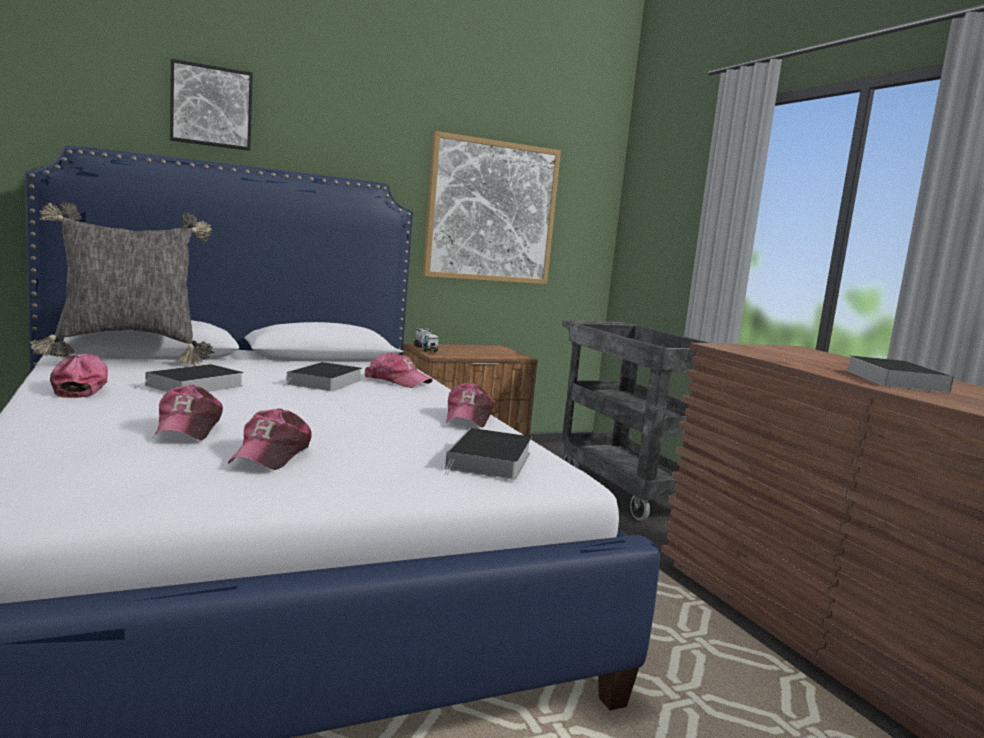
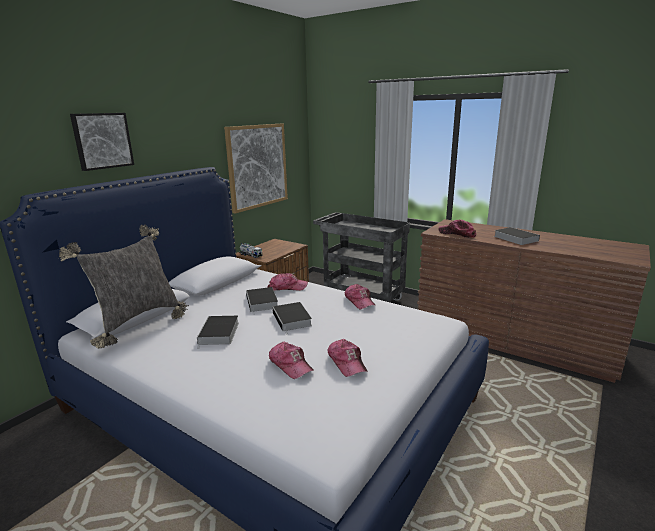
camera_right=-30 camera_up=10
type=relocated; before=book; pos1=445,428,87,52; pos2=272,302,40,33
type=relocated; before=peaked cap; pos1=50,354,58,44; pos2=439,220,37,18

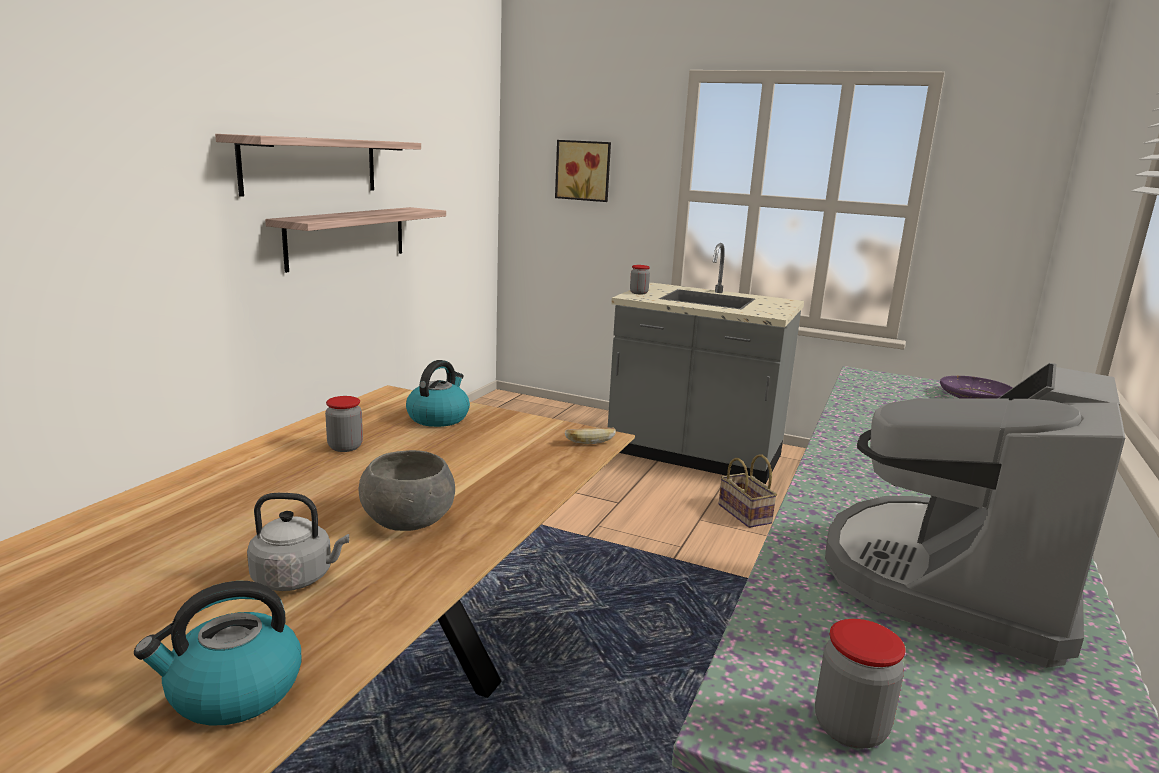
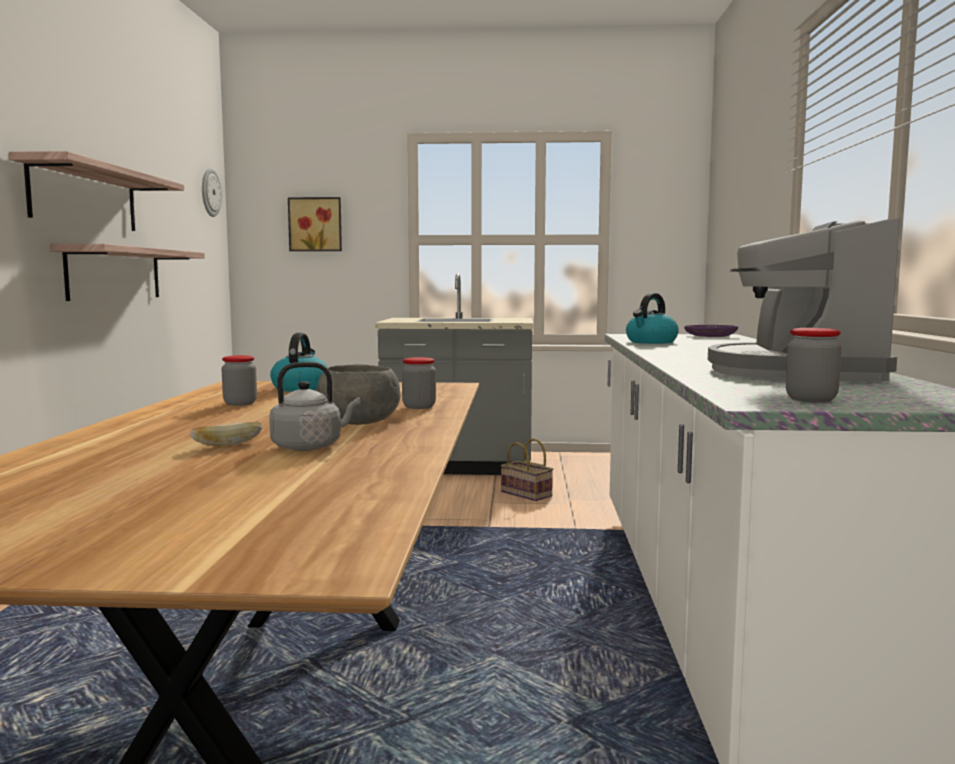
camera_right=-20 camera_up=-10
type=relocated; before=baked bread; pos1=565,427,51,17; pos2=190,421,72,25
type=appeared; after=hanging clock; pos2=202,168,20,49
type=relocated; before=preserve jar; pos1=630,265,20,30; pos2=402,357,34,52
type=relocated; before=tea kettle; pos1=134,581,168,145; pos2=626,293,53,51

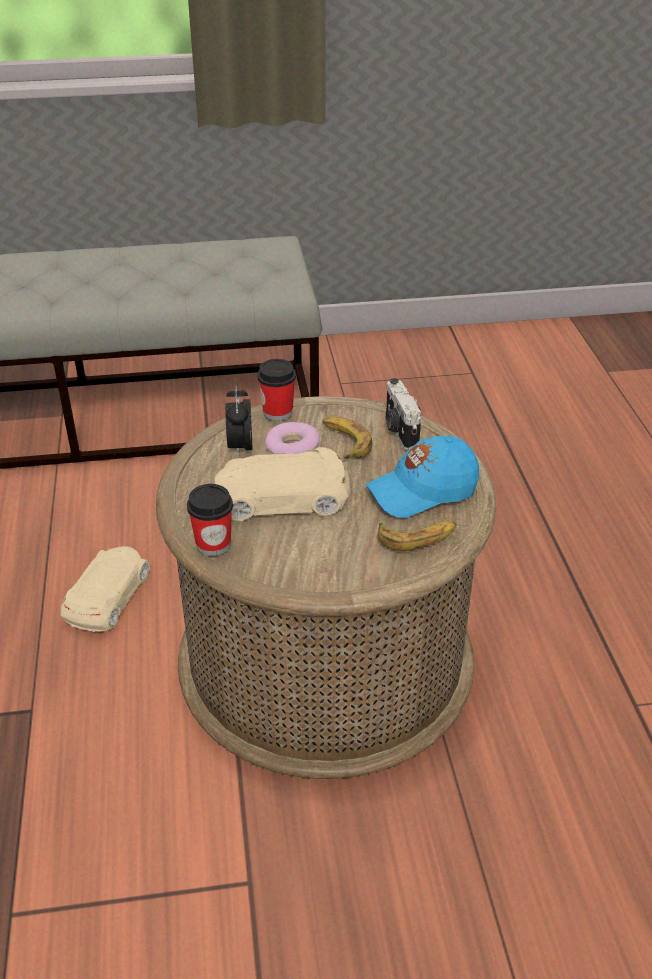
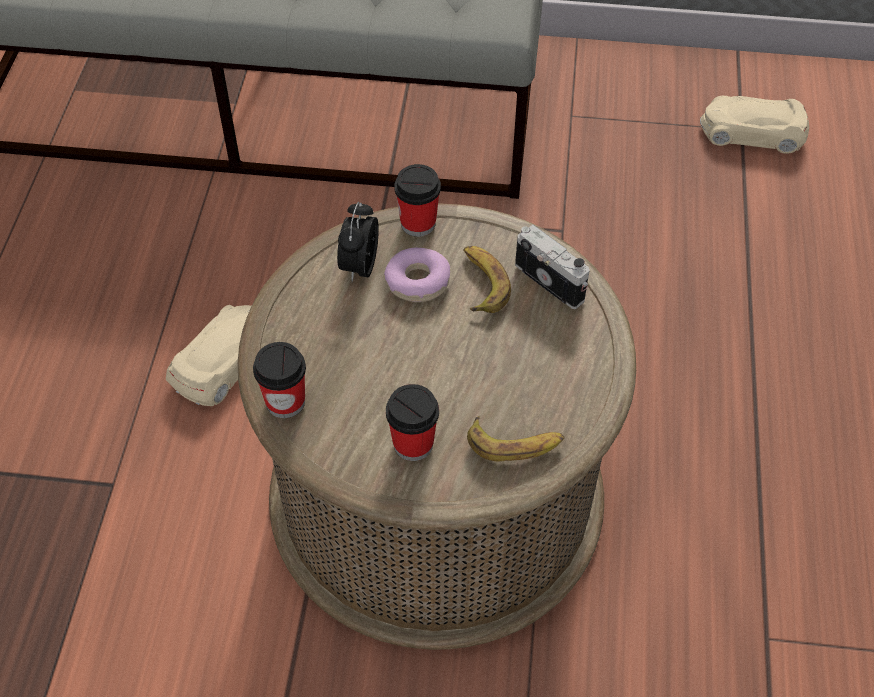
camera_right=15 camera_up=15
type=appeared; after=cup; pos2=386,384,53,77
type=spun; before=photo camera; pos1=385,378,36,73; pos2=515,225,75,84; turn=135
type=relocated; before=sand-coloured toy car; pos1=215,447,135,74; pos2=700,96,109,58
type=missing; before=bluish peaked cap; pos1=365,436,114,82

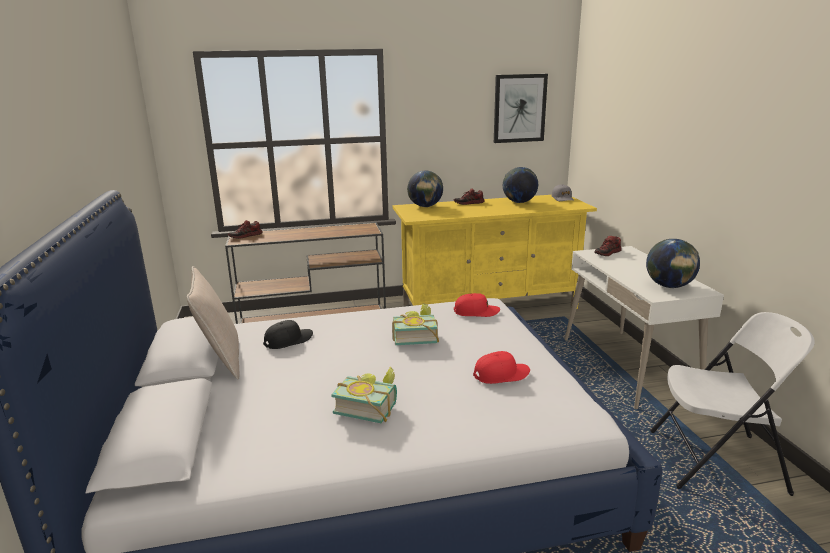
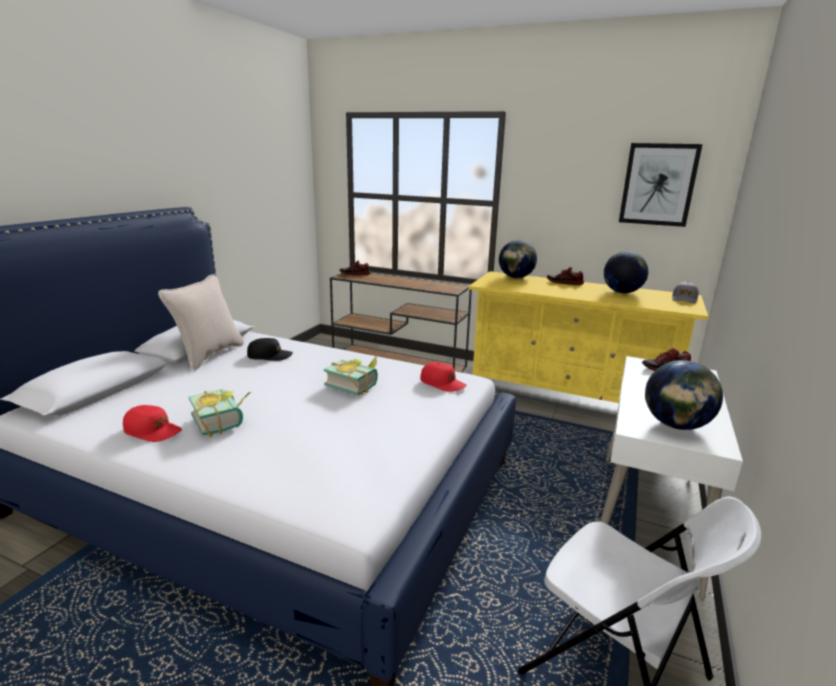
camera_right=35 camera_up=0
type=relocated; before=red peaked cap; pos1=473,351,57,33; pos2=123,405,59,37

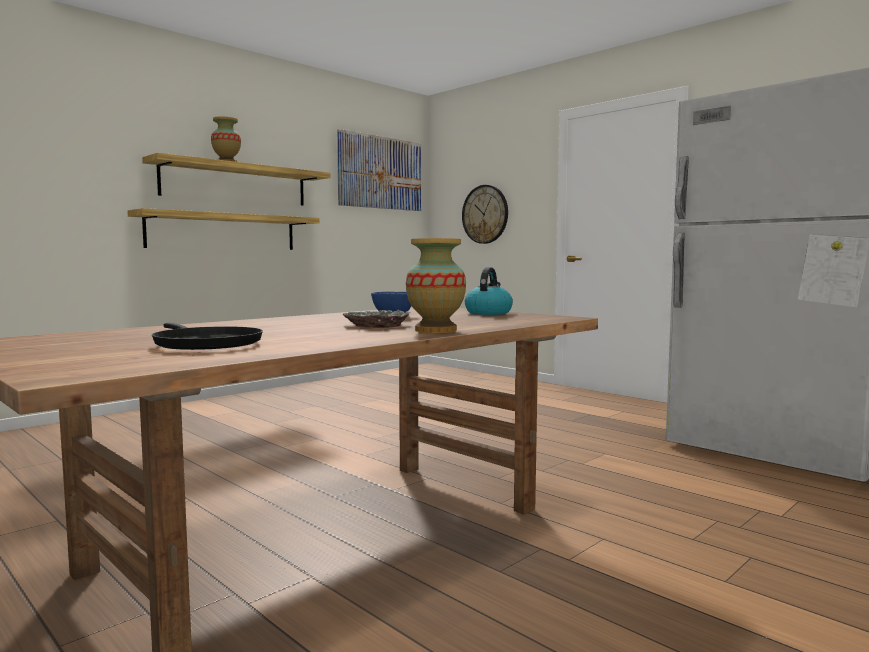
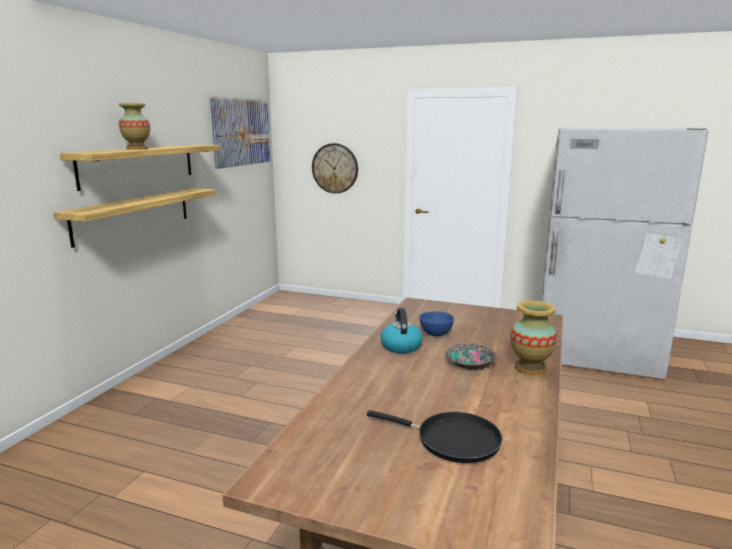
camera_right=-25 camera_up=10
type=relocated; before=tea kettle; pos1=465,267,48,48; pos2=381,308,42,45

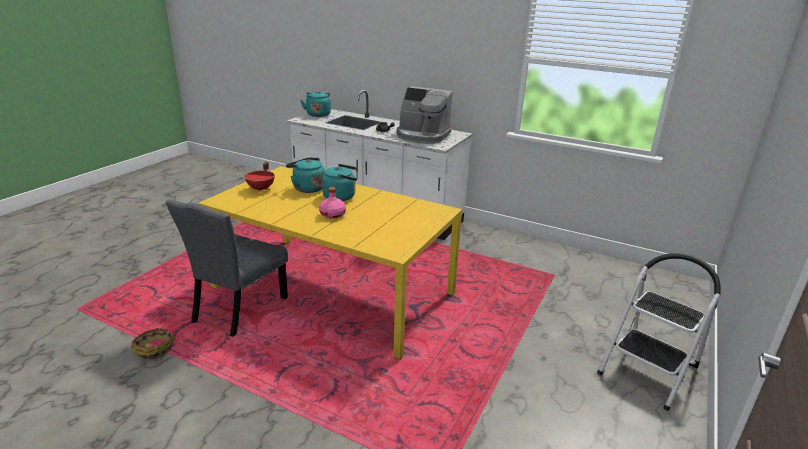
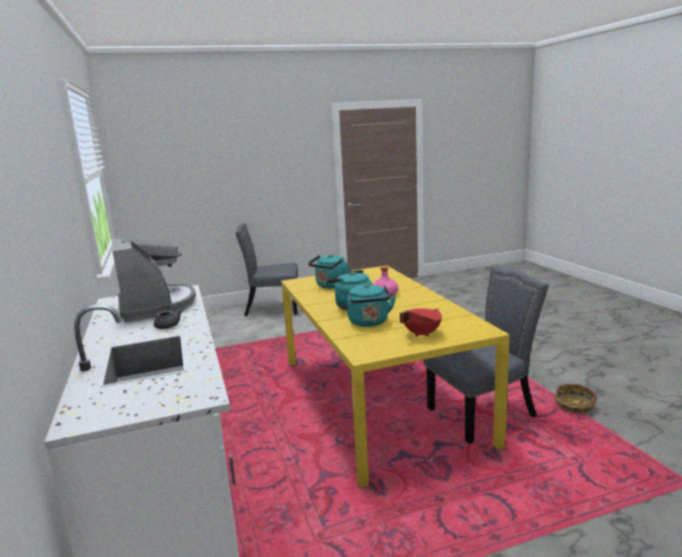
camera_right=-135 camera_up=-10
type=exchanged; before=step ladder; after=grey plain chair; pos1=597,253,124,158; pos2=236,223,62,93
type=relocated; before=blue-green tea kettle; pos1=301,91,30,26; pos2=308,254,43,35

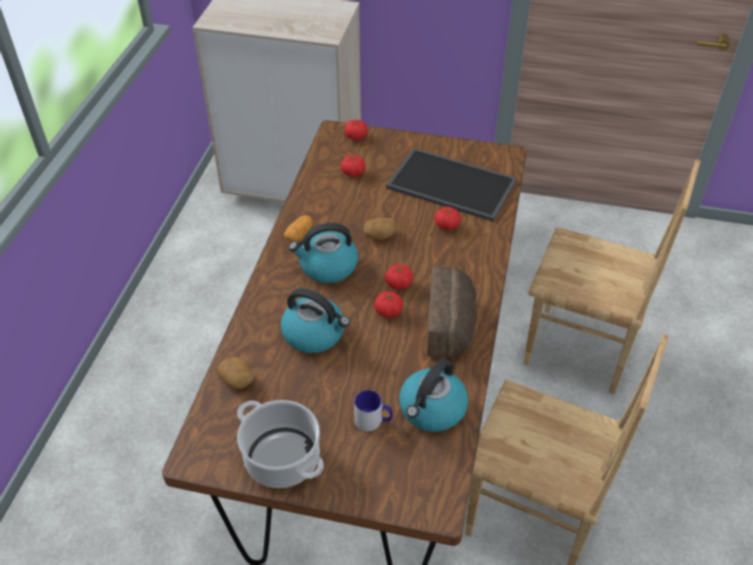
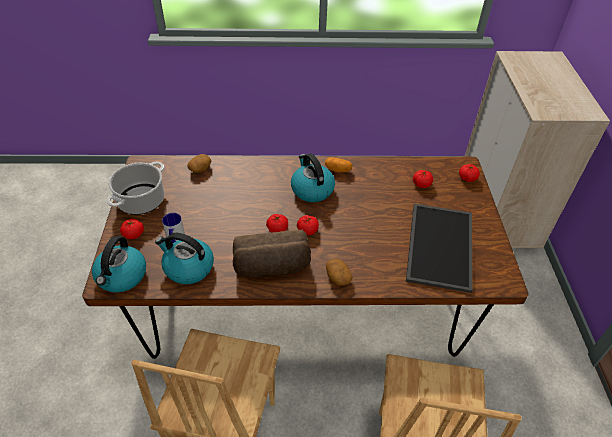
camera_right=75 camera_up=0
type=relocated; before=tea kettle; pos1=281,288,69,65; pos2=92,236,54,56
type=relocated; before=whole tomato; pos1=434,207,27,23; pos2=120,219,24,20
type=relocated; before=potato; pos1=363,218,34,22; pos2=326,259,27,26

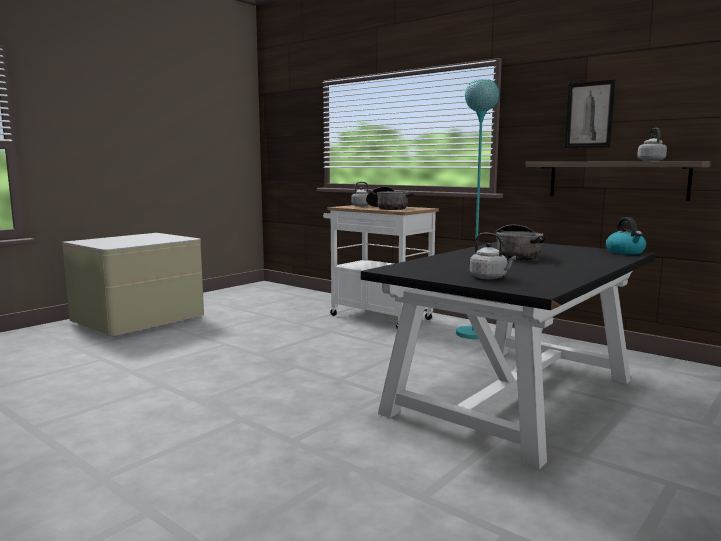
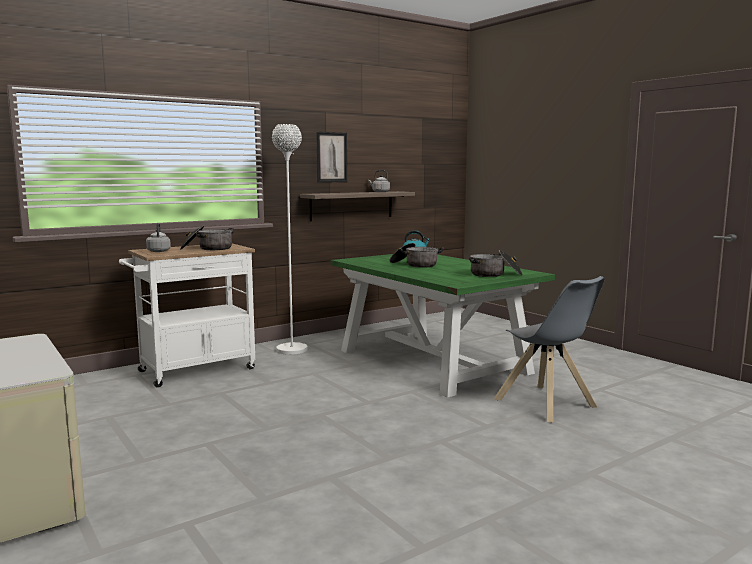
camera_right=-75 camera_up=0
type=colour; before=blue-green standing lamp; after=white-coloured standing lamp; pos1=456,79,43,260; pos2=272,124,36,231
type=colour; before=black dinner table; after=green dinner table; pos1=361,242,294,228; pos2=331,254,224,144
type=exchanged; before=grey tea kettle; after=saucepot; pos1=470,233,46,46; pos2=469,250,54,27
type=appeared; after=grey plain chair; pos2=494,276,111,146

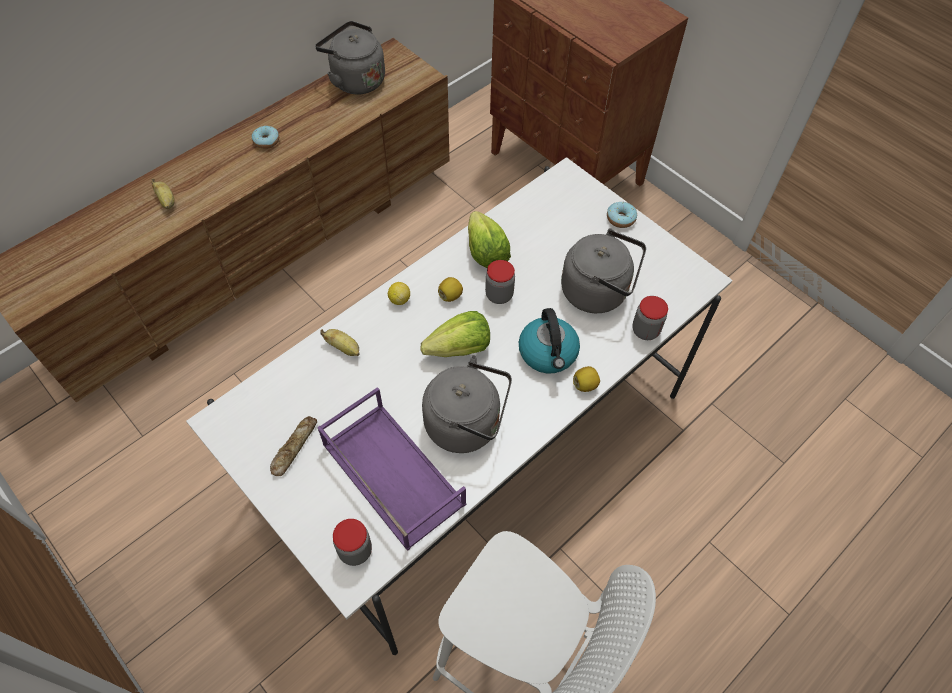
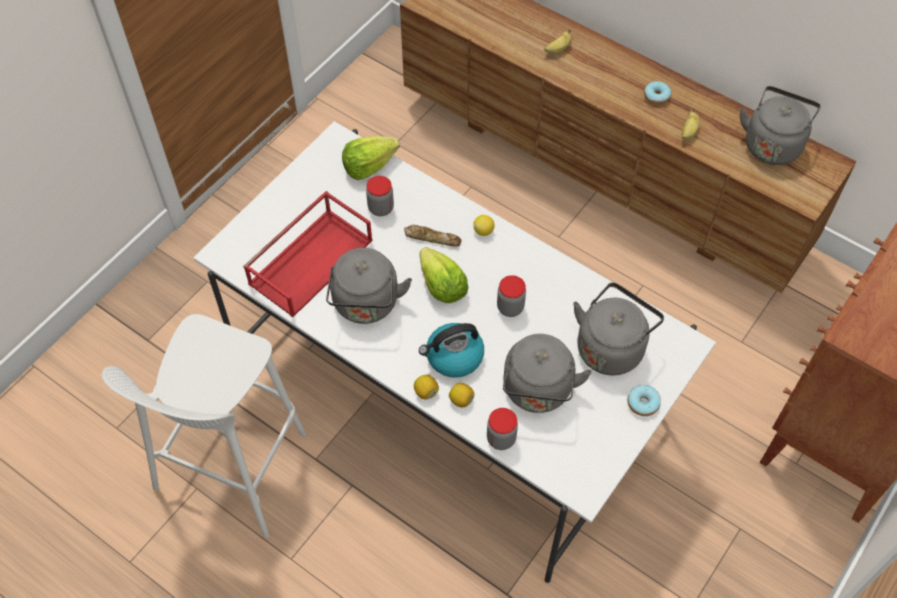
camera_right=80 camera_up=0
type=colour; before=purple-coloured serving tray; after=red serving tray; pos1=317,387,149,164; pos2=243,191,130,126
type=relocated; before=lettuce head; pos1=468,211,43,57; pos2=342,136,58,44
type=relocated; before=preserve jar; pos1=333,519,39,47; pos2=366,176,28,40
type=relocated; before=baked bread; pos1=270,416,47,60; pos2=404,225,58,22
type=relocated; before=whole lemon; pos1=438,277,25,25; pos2=449,383,26,24
type=appeared; after=grey tea kettle; pos2=573,282,91,93
type=relocated; before=banana fruit; pos1=320,329,39,27; pos2=682,108,18,32

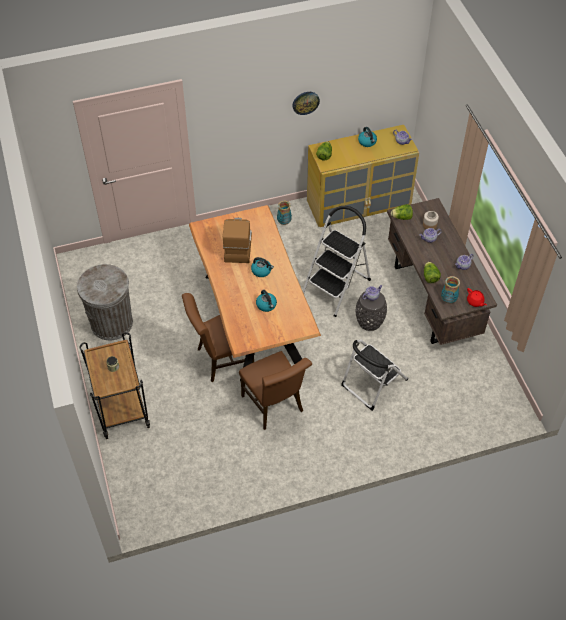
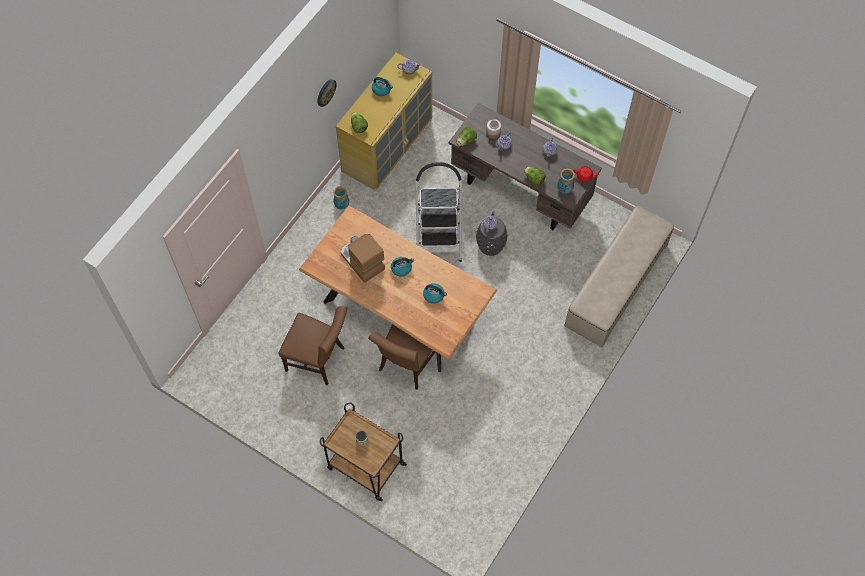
camera_right=-40 camera_up=10
type=relocated; before=brown plain chair; pos1=239,351,73,79; pos2=279,306,69,79
type=appeared; after=sand-coloured bench; pos2=564,206,110,141
type=missing; before=grey rubbish bin; pos1=77,264,56,76
type=missing; before=step ladder; pos1=341,339,67,72

